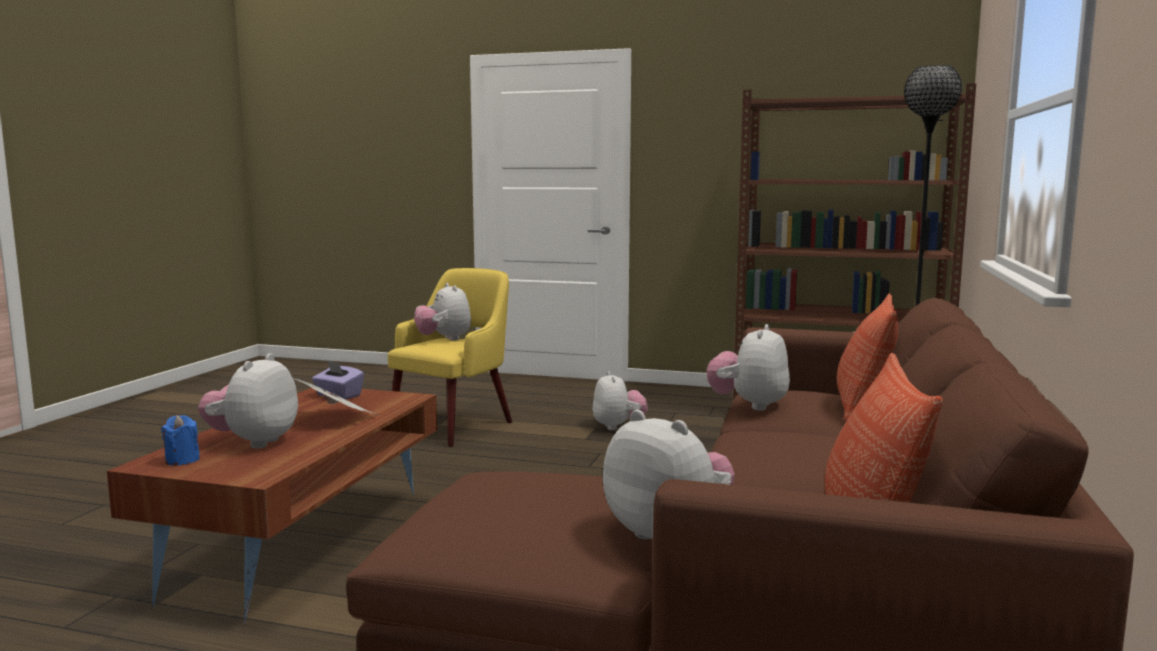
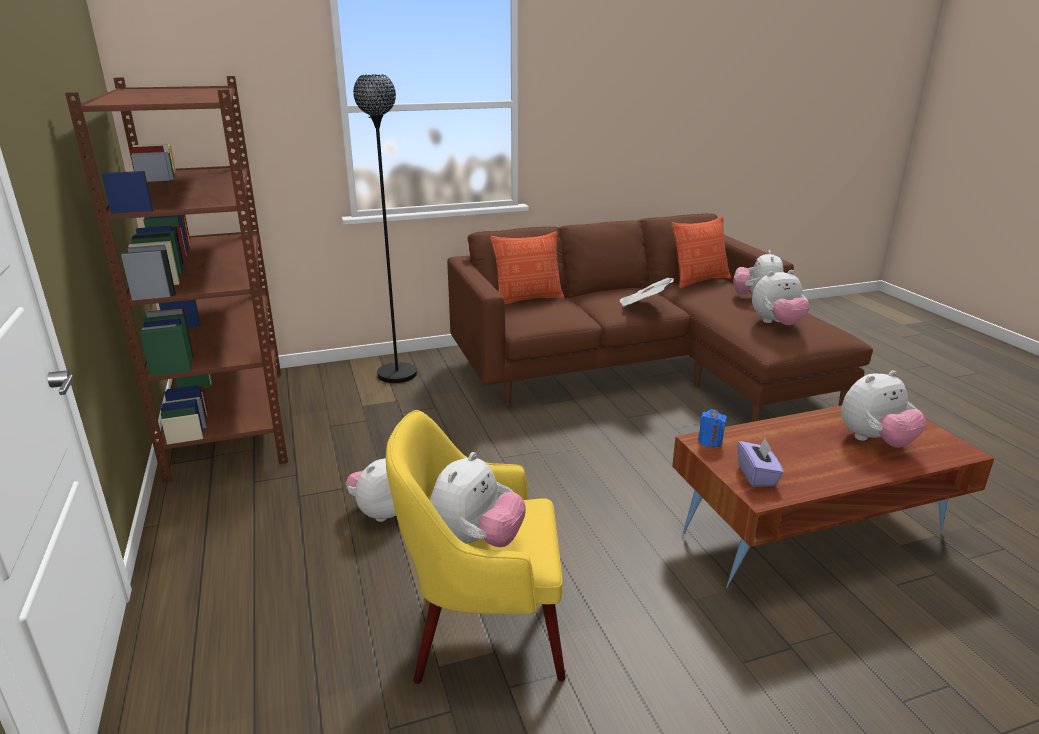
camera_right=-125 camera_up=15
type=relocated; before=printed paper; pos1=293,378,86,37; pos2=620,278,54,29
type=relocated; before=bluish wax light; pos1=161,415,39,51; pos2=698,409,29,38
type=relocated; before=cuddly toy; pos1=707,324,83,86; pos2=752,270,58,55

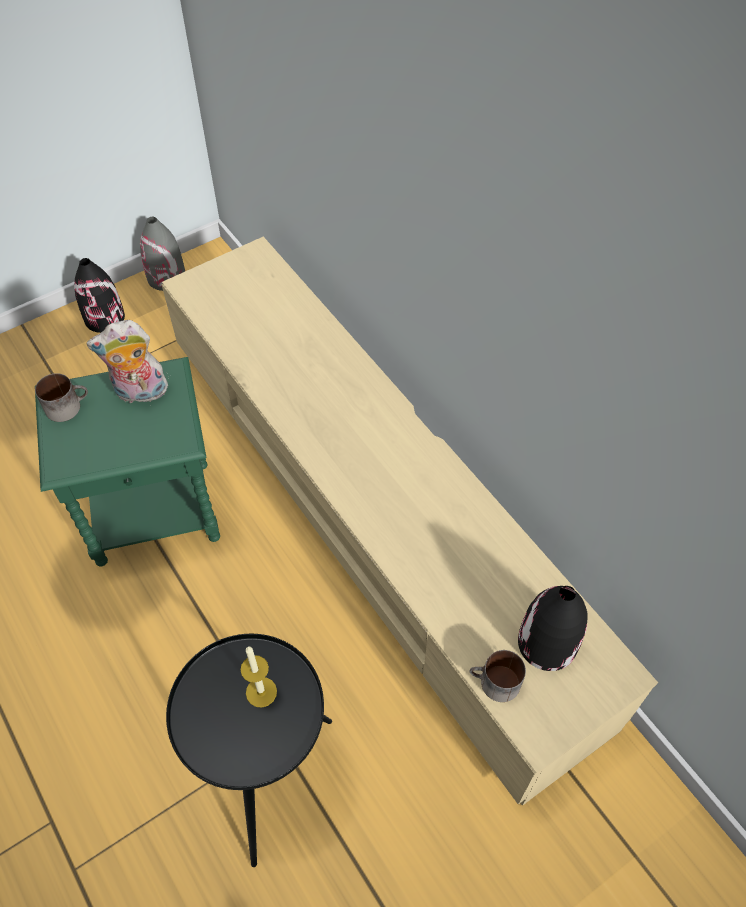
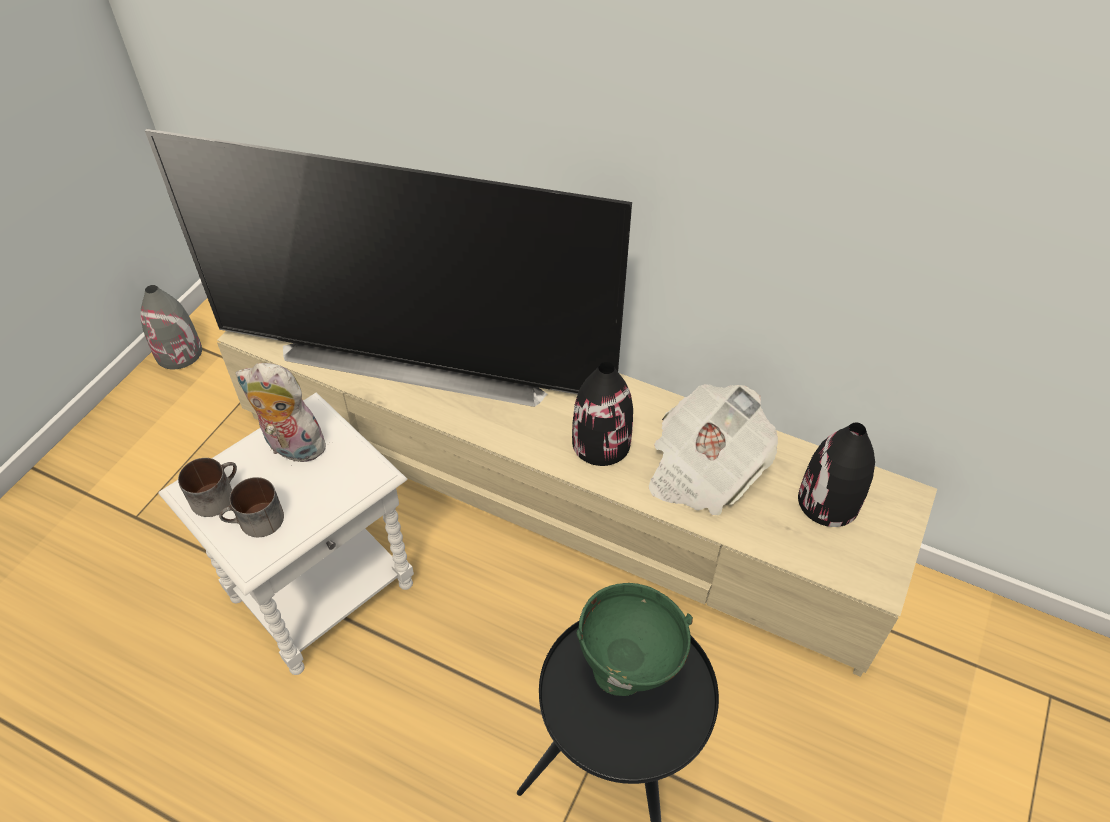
camera_right=-30 camera_up=-5
type=appeared; after=TV; pos2=145,129,487,278
type=colour; before=green side table; after=white-coloured side table; pos1=35,357,185,210; pos2=159,393,255,282
type=relocated; before=tea mug; pos1=469,650,57,52; pos2=219,477,65,60
type=spun; before=cuddly toy; pos1=86,320,83,83; pos2=235,363,95,99; turn=60
type=relocated; before=black flower vase; pos1=74,258,51,75; pos2=572,362,61,104
type=exchanged; before=wax light; after=green deep dish; pos1=241,646,36,62; pos2=577,583,116,113
type=appeared; after=printed paper; pos2=648,384,130,132

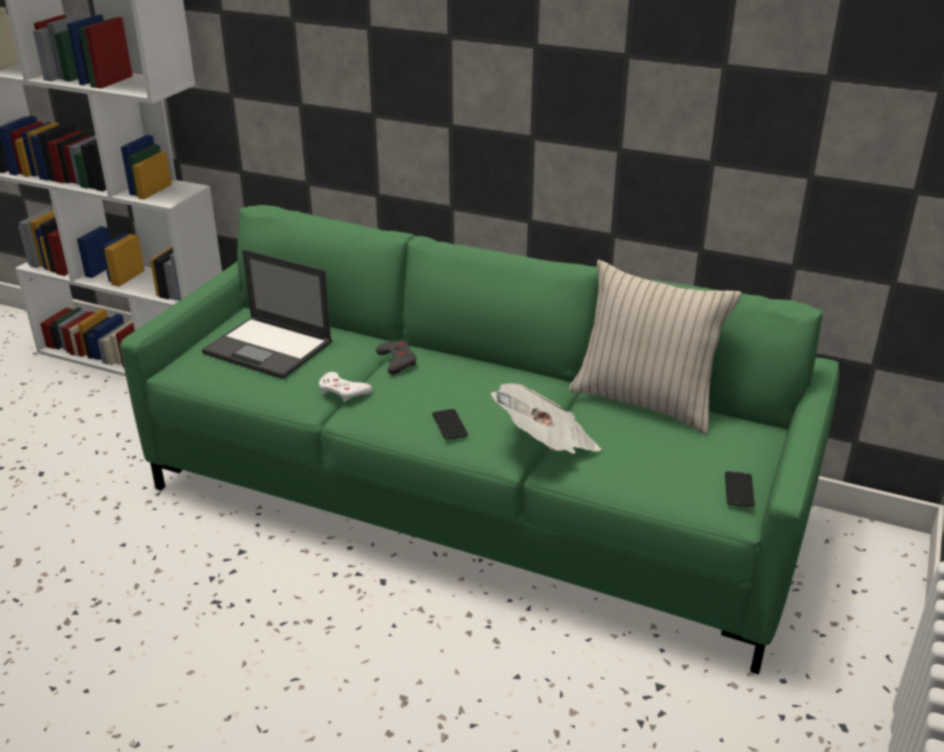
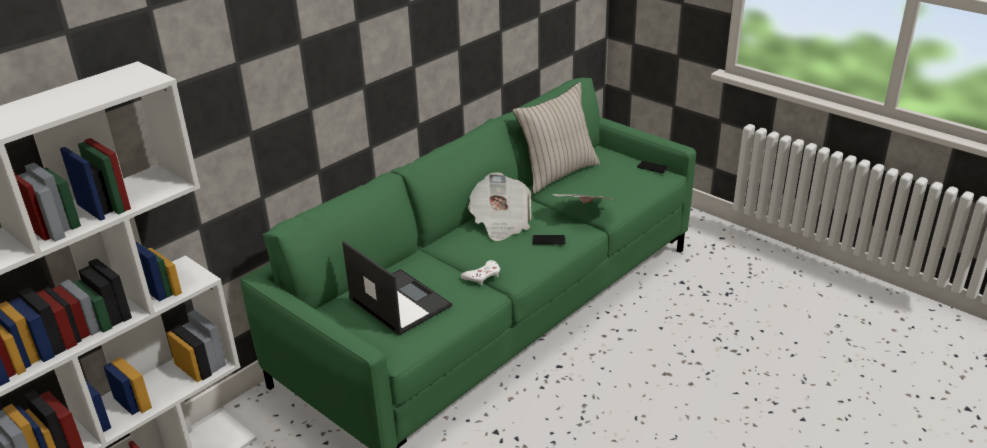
camera_right=-70 camera_up=0
type=spun; before=laptop; pos1=202,249,130,130; pos2=342,241,110,94; turn=-90
type=appeared; after=printed paper; pos2=468,172,64,69
type=missing; before=grey joypad; pos1=376,341,40,34

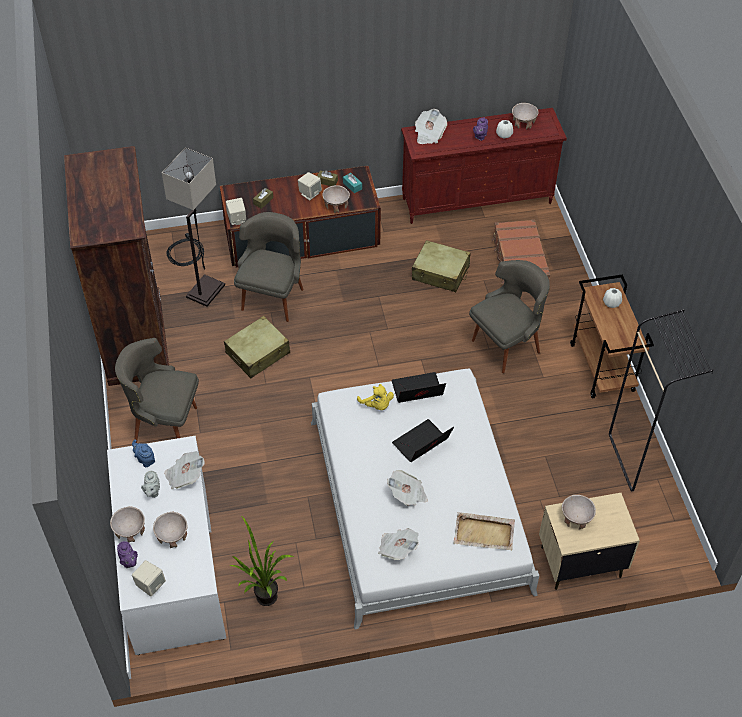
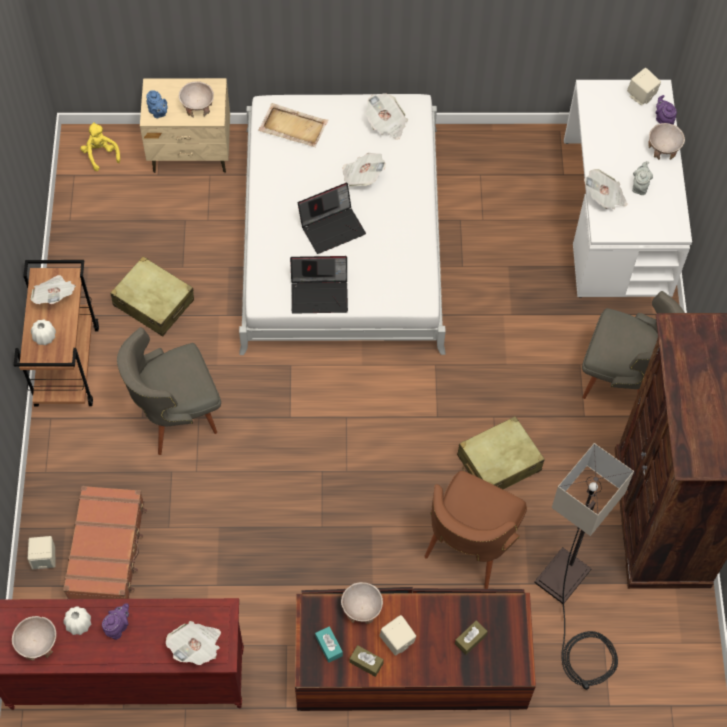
camera_right=-170 camera_up=10
type=relocated; before=sand-coloured speaker; pos1=226,198,20,27; pos2=28,536,28,33
type=appeared; after=printed paper; pos2=31,275,45,29
type=relocated; before=yellow-coloured cuddly toy; pos1=357,384,37,26; pos2=80,122,40,49
type=relocated; before=sand-coloured suitcase; pos1=412,240,58,52; pos2=110,256,84,81
type=relocated; before=bluish teapot; pos1=132,439,23,28; pos2=146,90,22,29
type=colour; before=grey plain chair; after=brown plain chair; pos1=234,212,69,110; pos2=424,471,103,118
type=missing; before=sand-coloured deep dish; pos1=153,512,35,36
type=missing; before=houseplant; pos1=230,516,64,90
type=missing; before=black garment stand; pos1=609,309,104,182

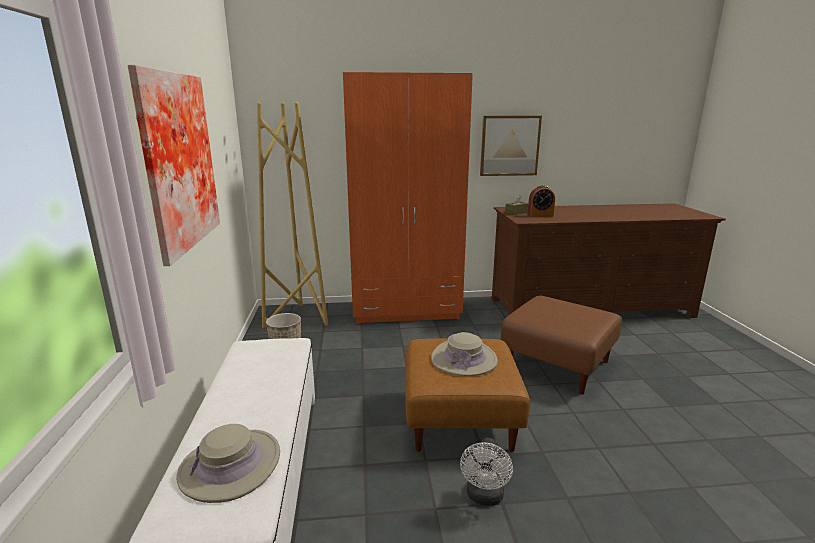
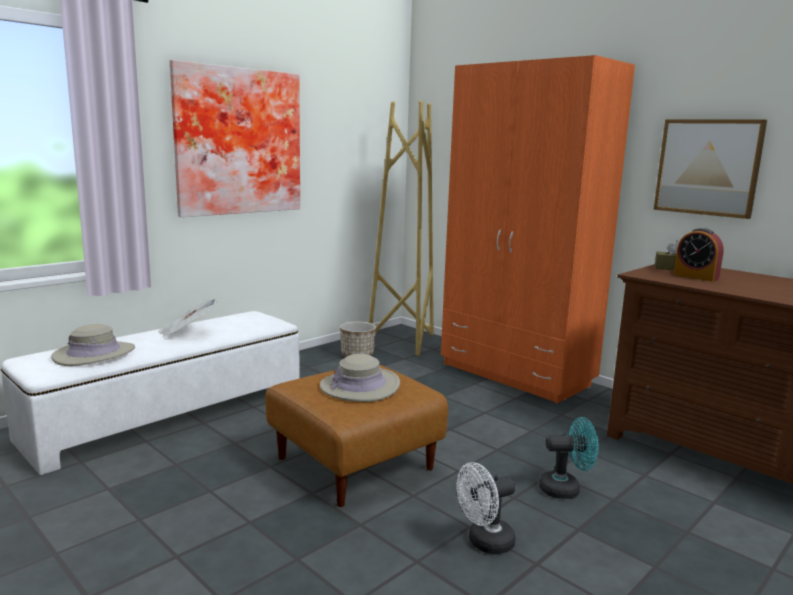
camera_right=50 camera_up=-5
type=appeared; after=printed paper; pos2=158,299,59,38
type=relocated; before=white-coloured fan; pos1=460,438,53,68; pos2=456,462,60,92
type=exchanged; before=brown ottoman; after=blue-green fan; pos1=501,296,121,98; pos2=539,417,60,82

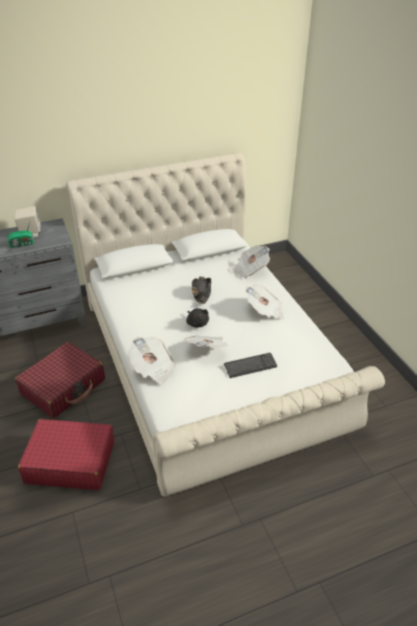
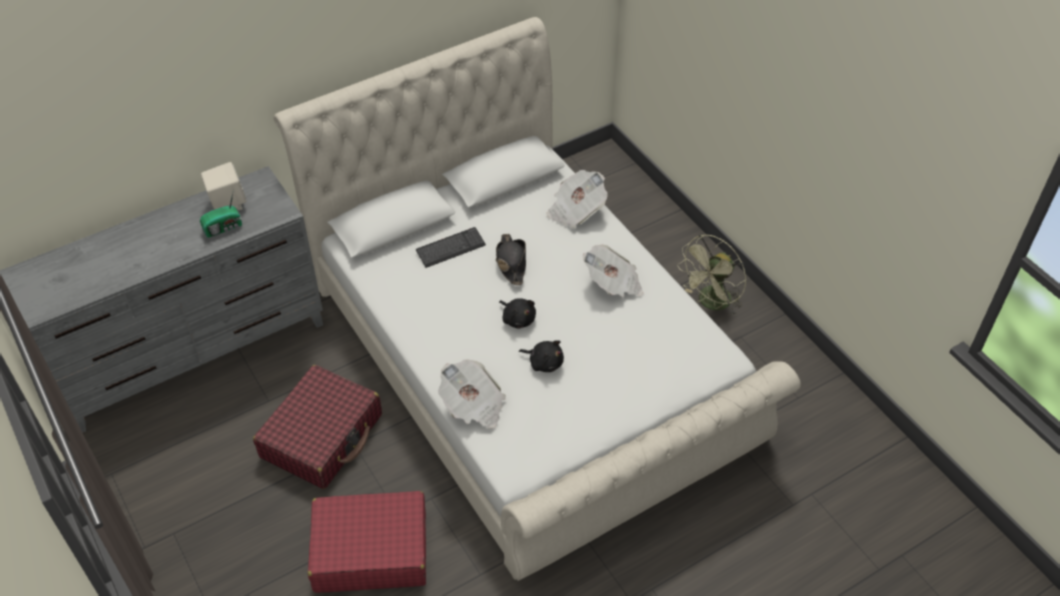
camera_right=-10 camera_up=10
type=relocated; before=PC keyboard; pos1=224,353,53,25; pos2=416,227,70,41
type=exchanged; before=printed paper; after=black cuddly toy; pos1=184,335,44,12; pos2=519,340,45,32
type=appeared; after=green fan; pos2=677,234,69,81

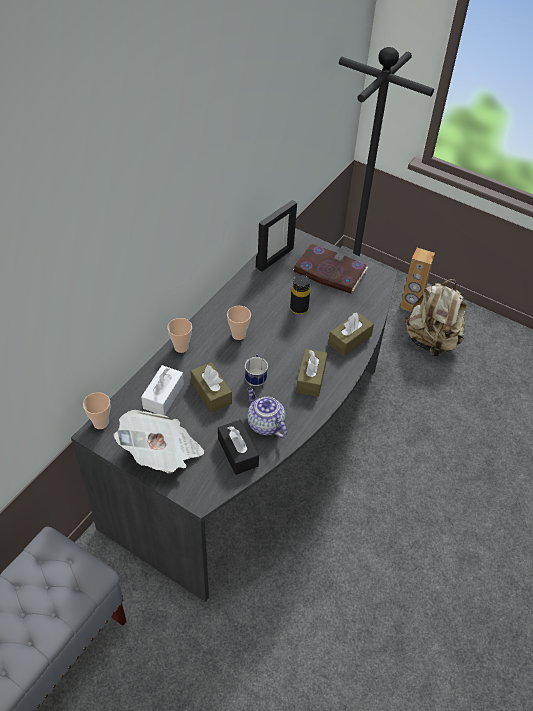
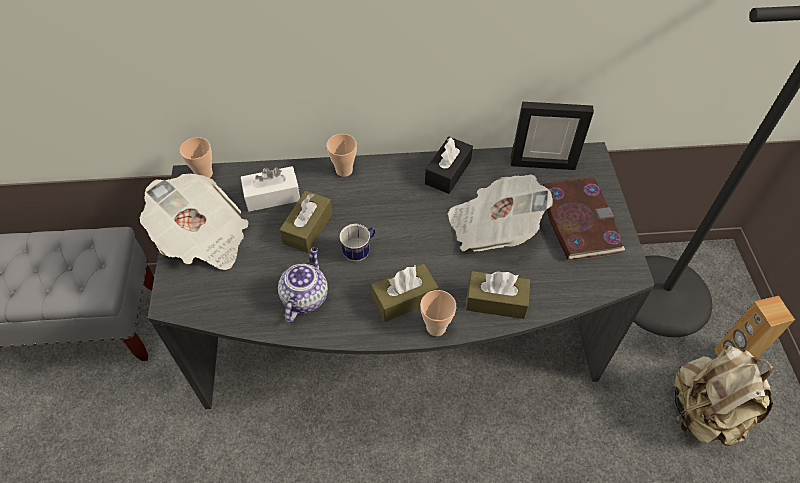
camera_right=55 camera_up=5
type=relocated; before=cup; pos1=227,306,24,34; pos2=420,290,36,46
type=relocated; before=black tissue holder; pos1=218,420,41,55; pos2=425,137,48,57
type=exchanged; before=black beverage bottle; after=printed paper; pos1=290,275,20,40; pos2=448,175,105,76

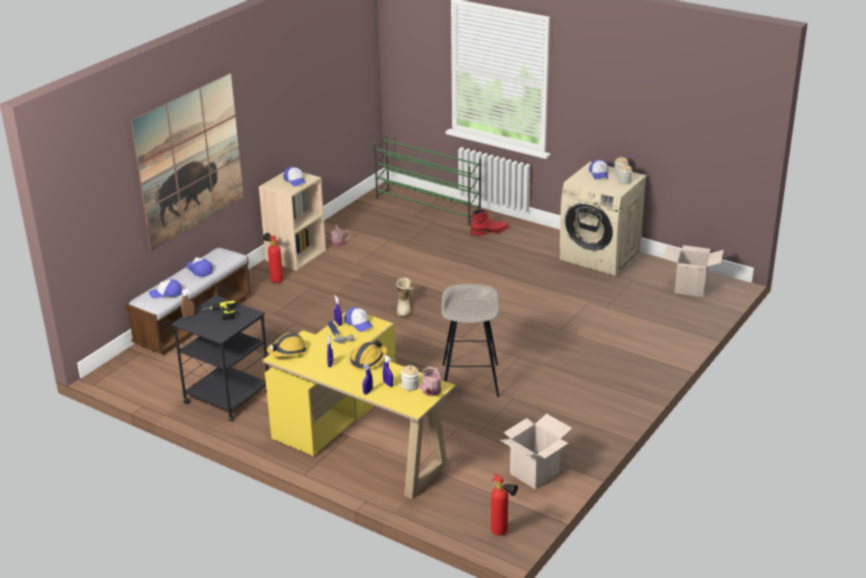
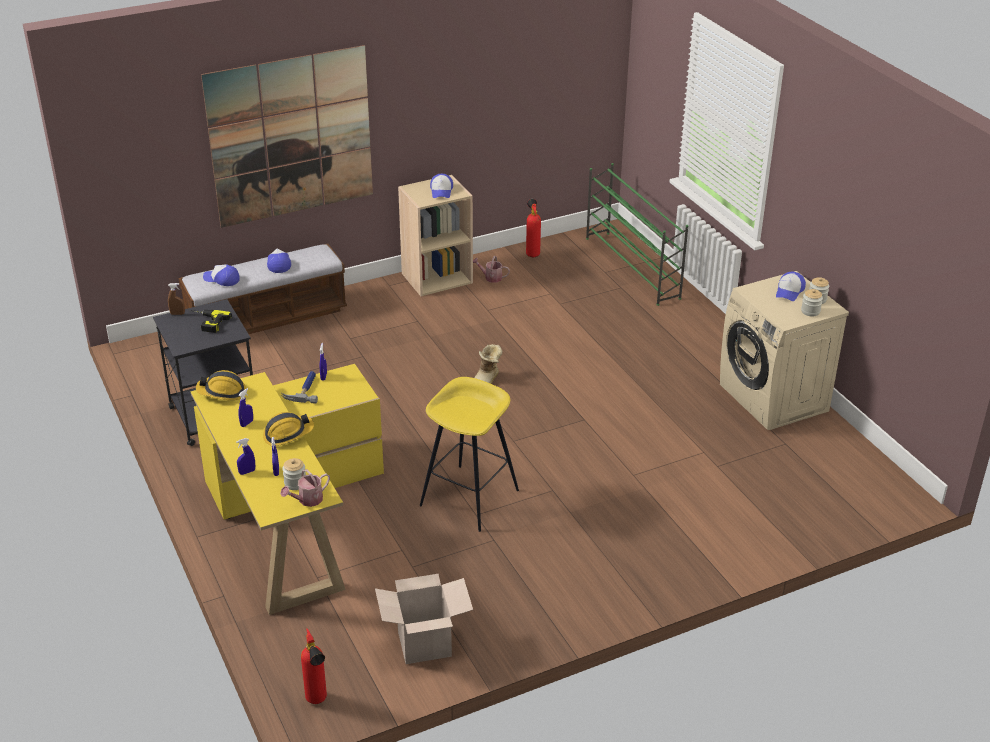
camera_right=30 camera_up=5
type=colour; before=grey sitting stool; after=yellow-coloured sitting stool; pos1=441,284,58,113; pos2=420,377,99,155
type=relocated; before=fire extinguisher; pos1=263,233,20,50; pos2=526,199,15,58
type=missing; before=peaked cap; pos1=344,307,29,25
type=missing; before=red high-top boot; pos1=470,209,39,27
type=missing; before=carton; pos1=664,245,60,52

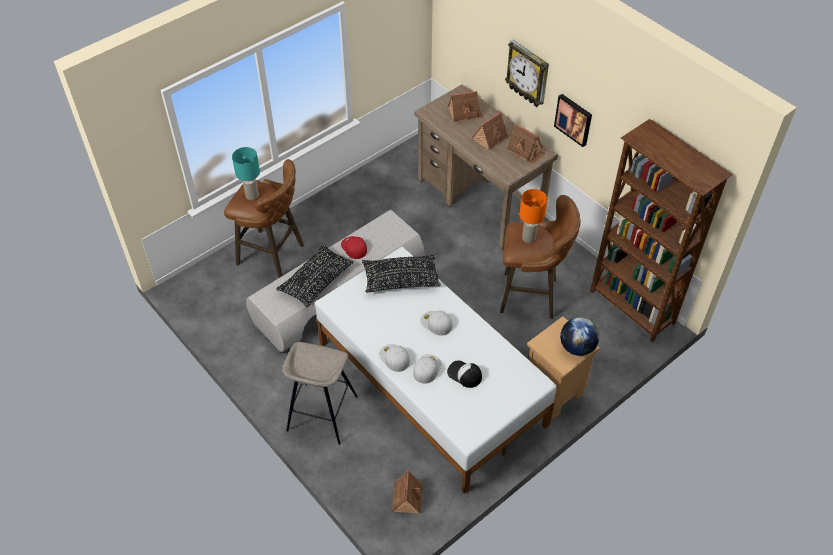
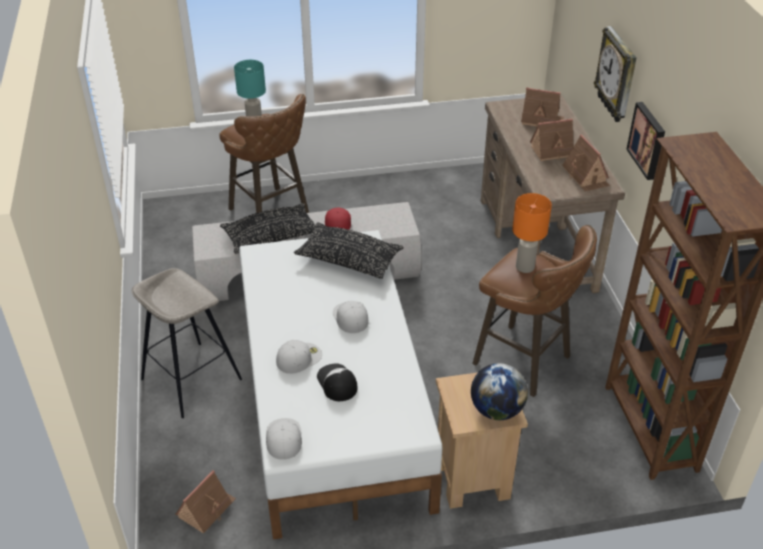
camera_right=30 camera_up=-10
type=relocated; before=white-coloured peaked cap; pos1=379,344,31,28; pos2=266,418,36,42

